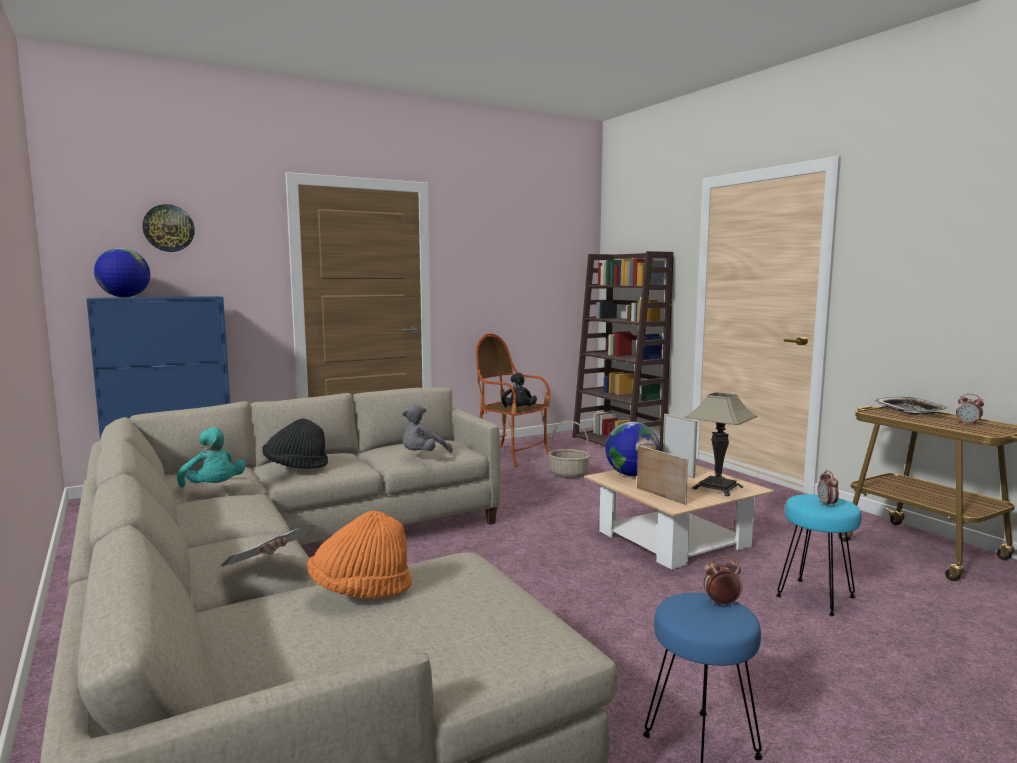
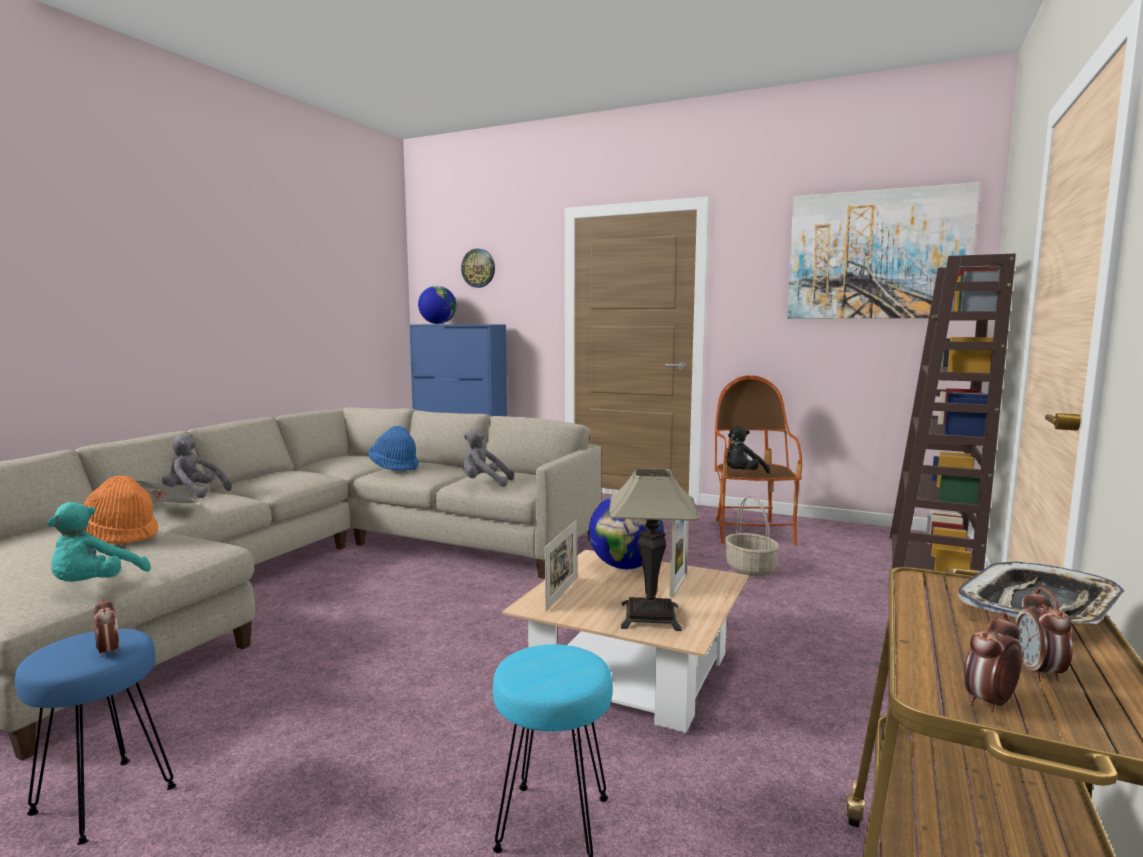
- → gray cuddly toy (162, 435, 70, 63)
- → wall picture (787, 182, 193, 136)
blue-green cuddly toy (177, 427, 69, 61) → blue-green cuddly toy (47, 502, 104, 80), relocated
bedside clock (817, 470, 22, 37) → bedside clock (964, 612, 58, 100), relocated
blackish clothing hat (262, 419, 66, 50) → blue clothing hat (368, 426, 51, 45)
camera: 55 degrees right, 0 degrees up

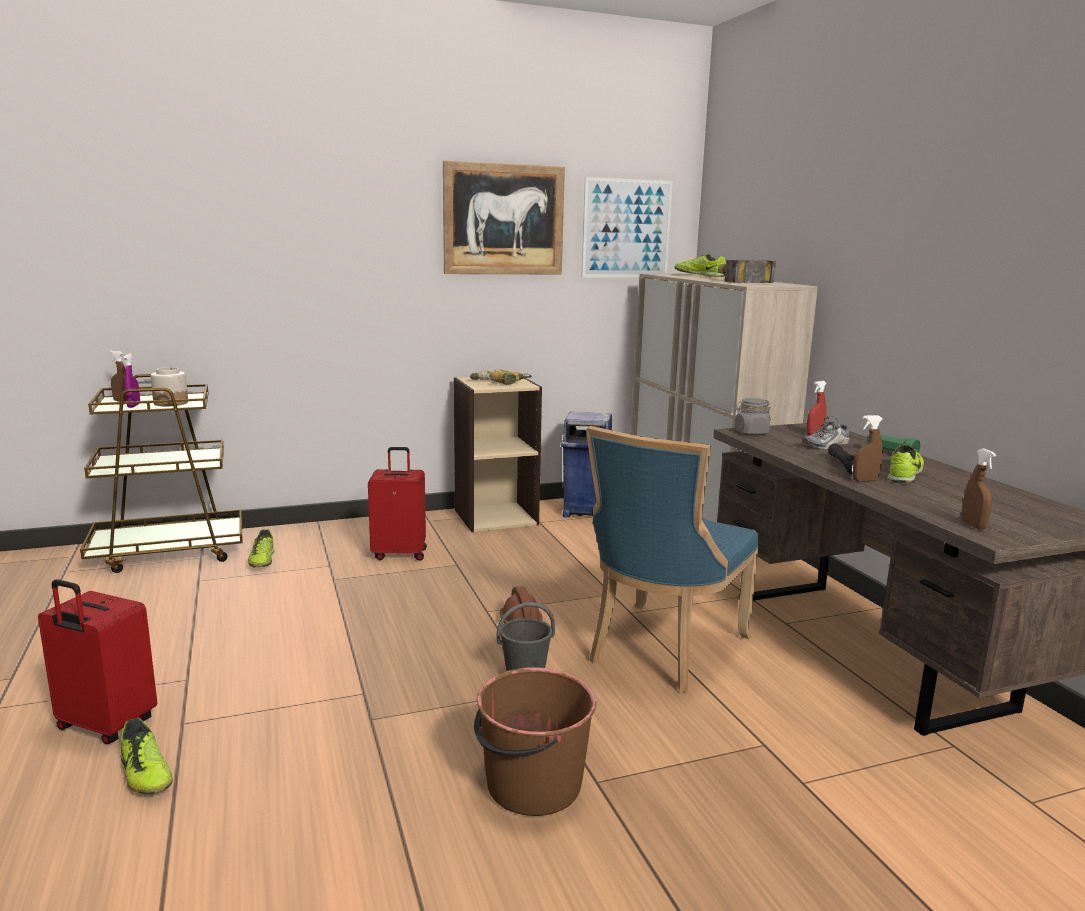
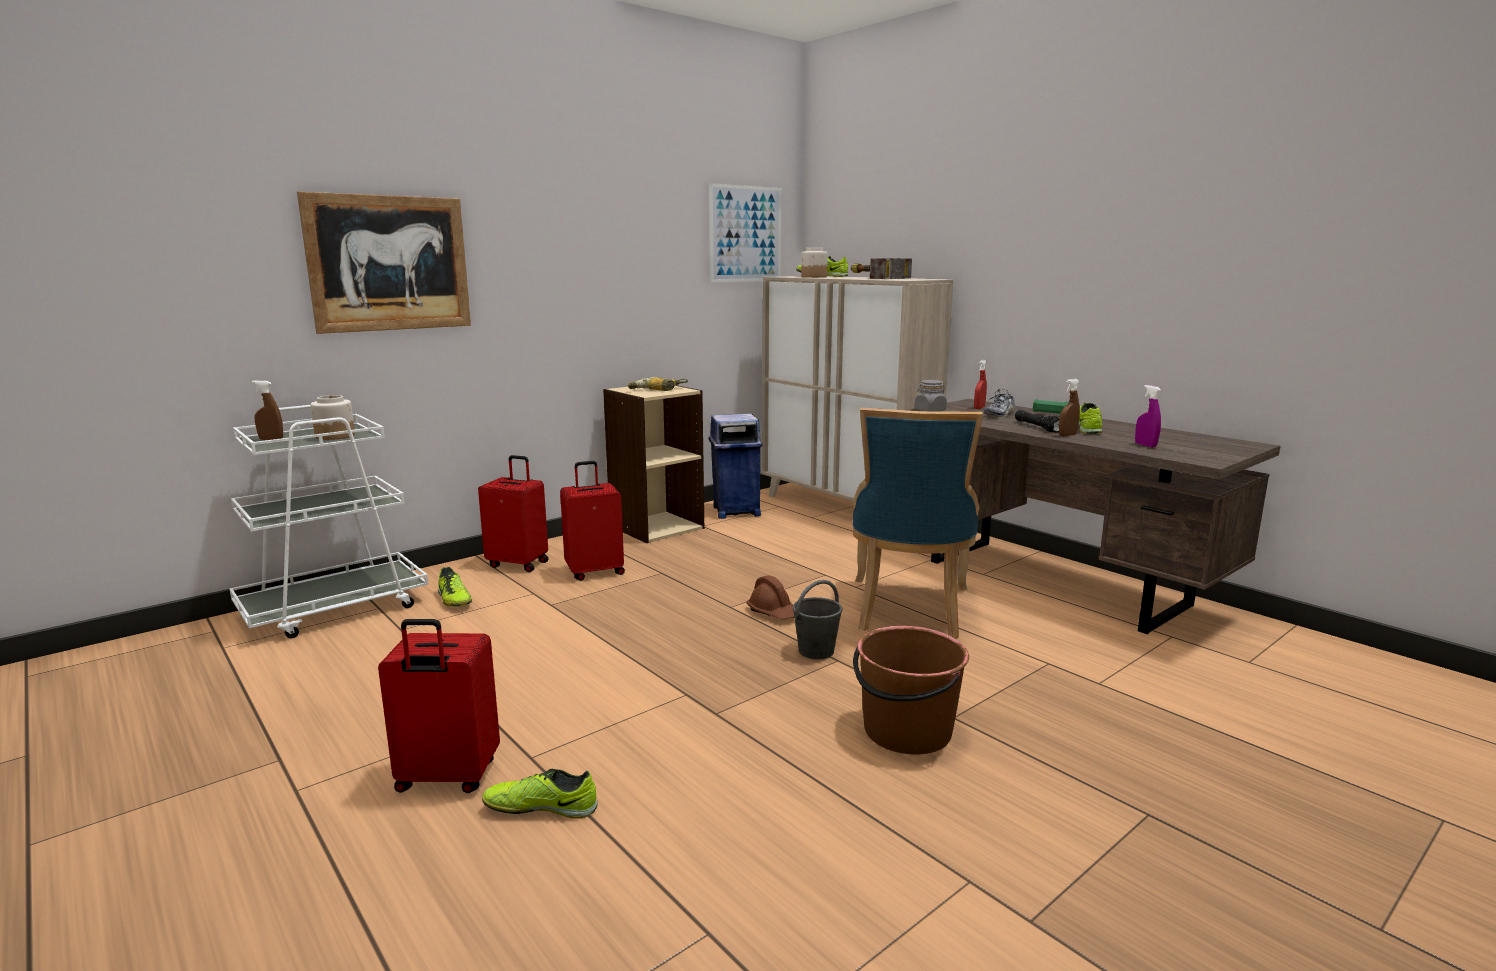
brownish hand sprayer (962, 448, 34, 81) → -
- → red-coloured suitcase (478, 455, 71, 117)
- → preserve jar (801, 248, 27, 30)
purple hand sprayer (124, 353, 16, 55) → purple hand sprayer (1135, 385, 26, 62), relocated
wall picture (443, 161, 122, 113) → wall picture (297, 191, 174, 143), relocated
brownish wheeled cart (80, 374, 162, 199) → white-coloured wheeled cart (229, 405, 199, 233)
item of footwear (121, 718, 52, 77) → item of footwear (482, 769, 115, 50), 150 degrees clockwise
camera: 20 degrees left, 0 degrees up

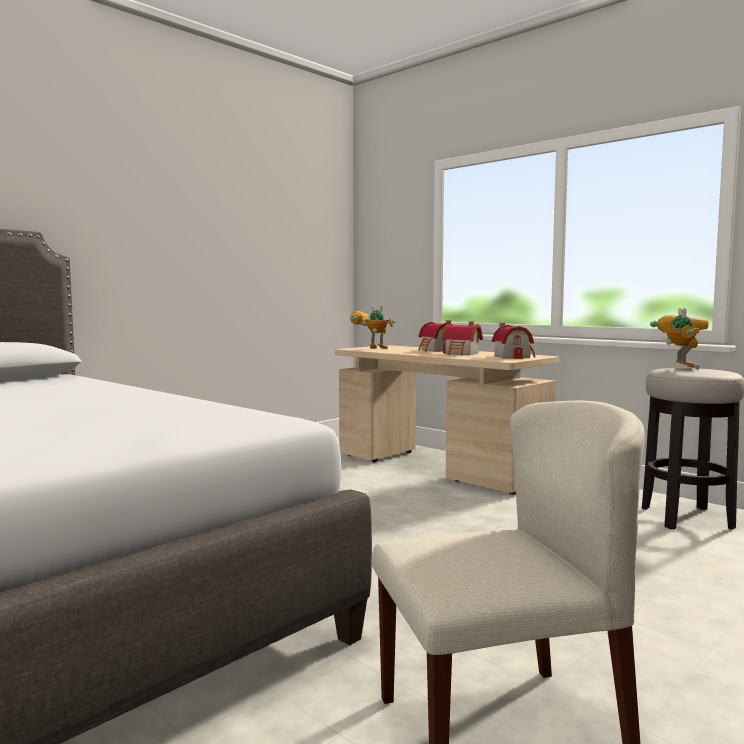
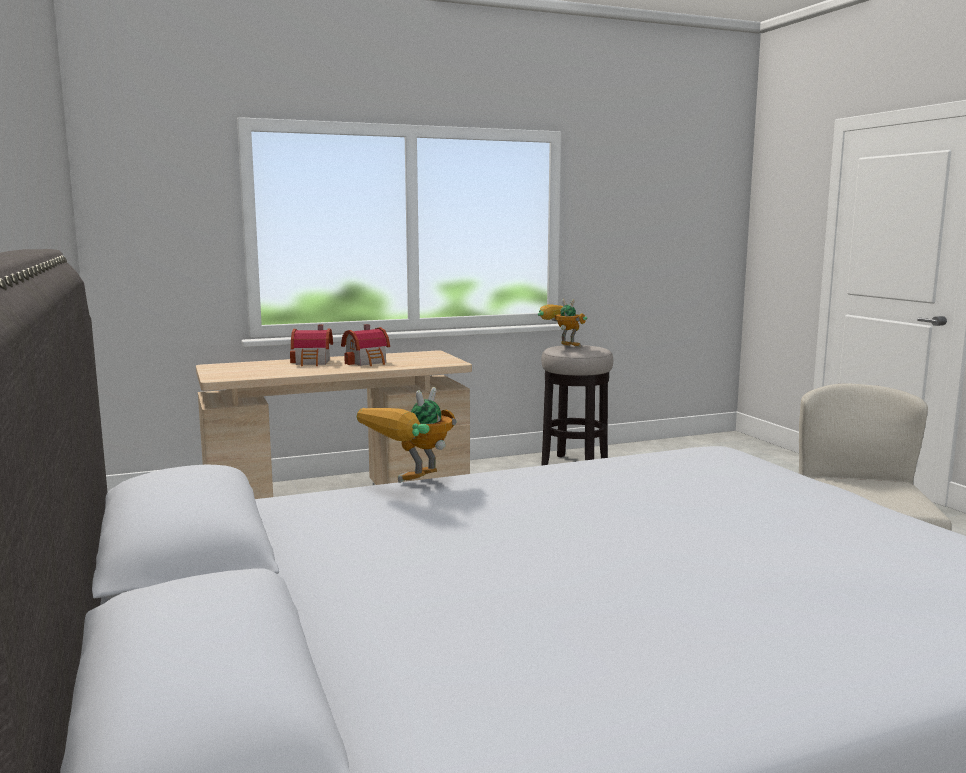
model house (492, 323, 44, 36) → -
model robot (350, 305, 46, 44) → model robot (357, 387, 100, 96), relocated
camera: 65 degrees left, 5 degrees up

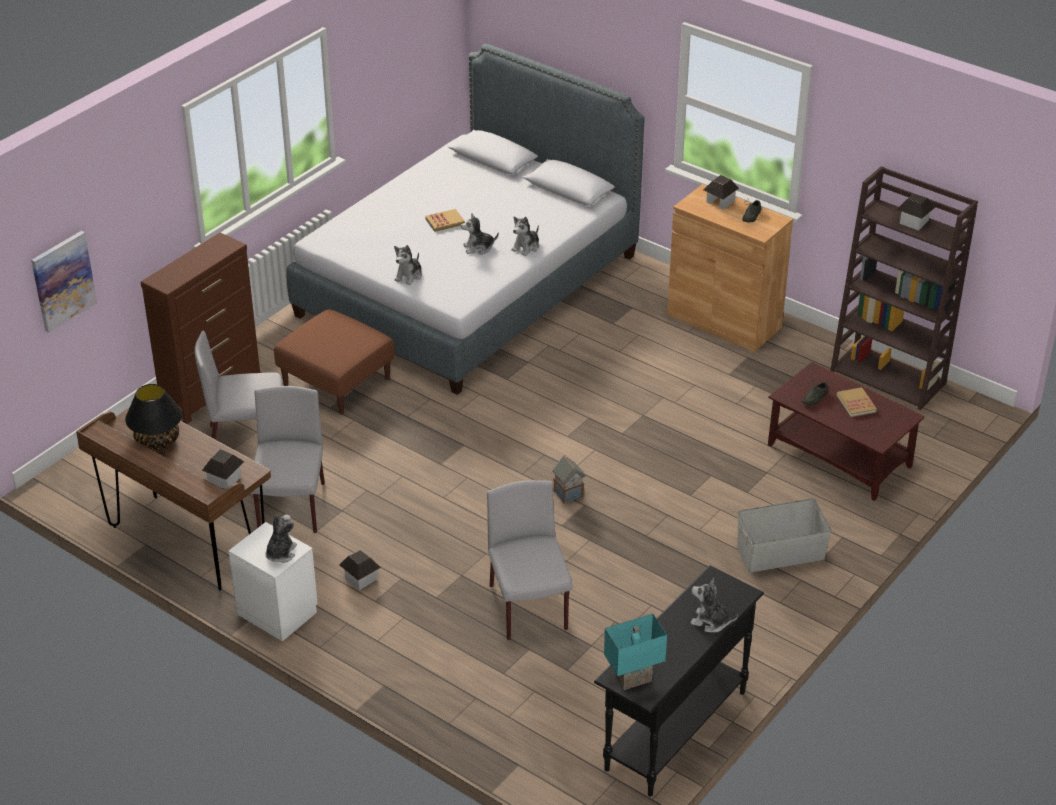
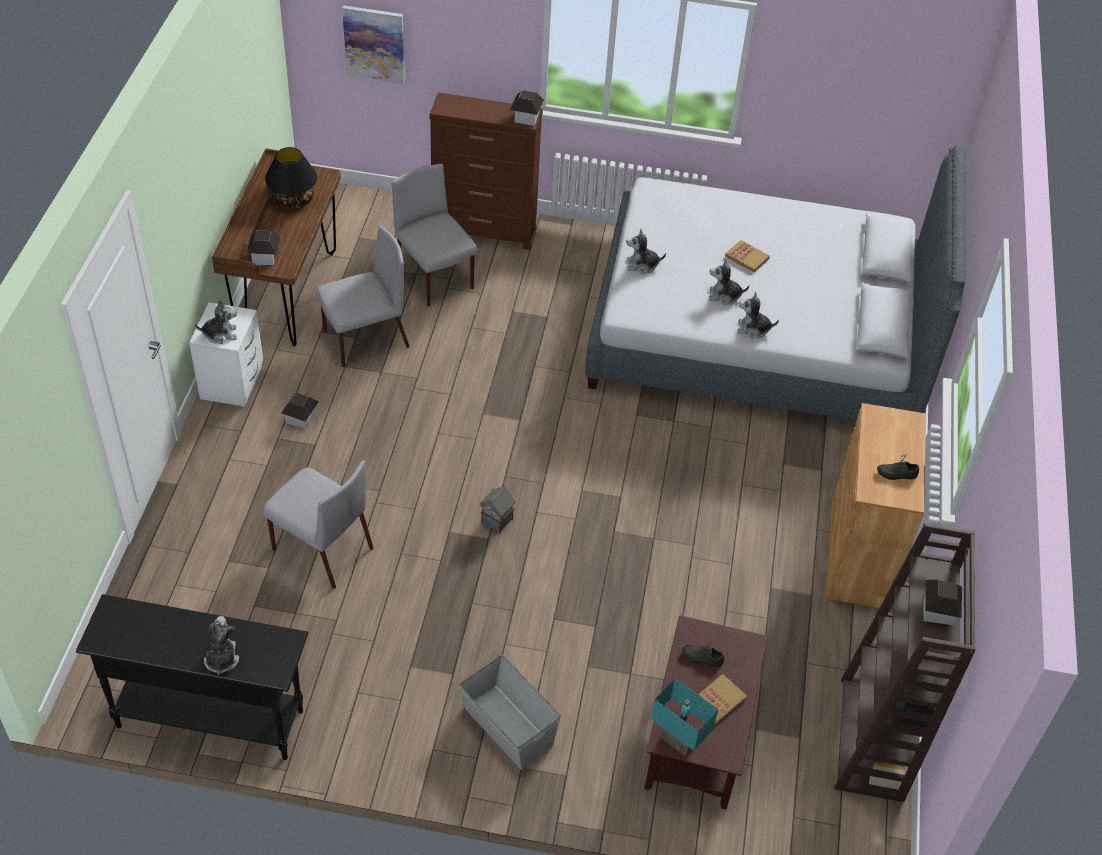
brownish footrest (274, 309, 121, 106) → -
blue-green table lamp (604, 613, 63, 77) → blue-green table lamp (651, 678, 67, 78), relocated
model house (703, 175, 36, 35) → model house (510, 90, 34, 36), relocated
cuddly toy (461, 213, 38, 42) → cuddly toy (709, 259, 40, 46), 45 degrees counterclockwise
gray chair (487, 480, 86, 160) → gray chair (262, 460, 112, 129), 75 degrees clockwise
camera: 60 degrees right, 10 degrees up

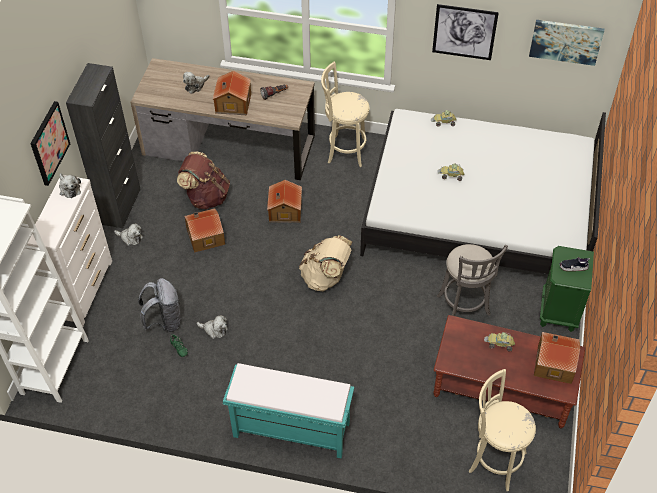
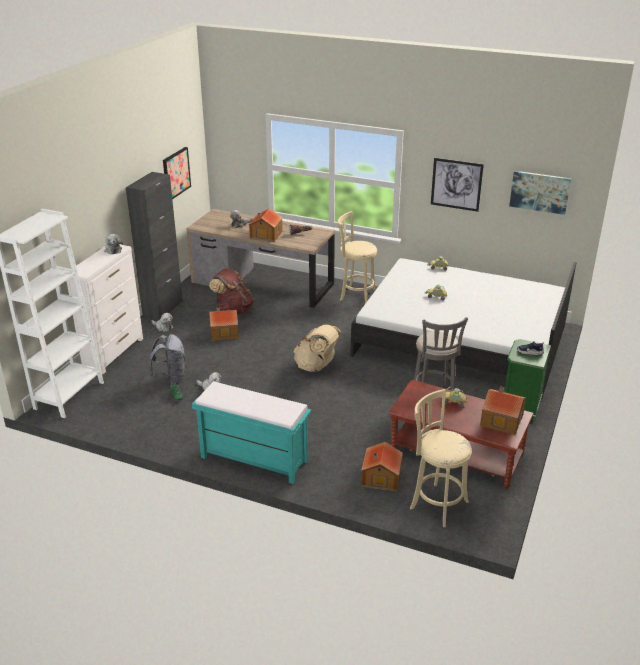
wall picture (30, 101, 40, 85) → wall picture (163, 147, 28, 52), relocated
model house (267, 180, 35, 43) → model house (361, 442, 42, 50), relocated
camera: 10 degrees right, 20 degrees down

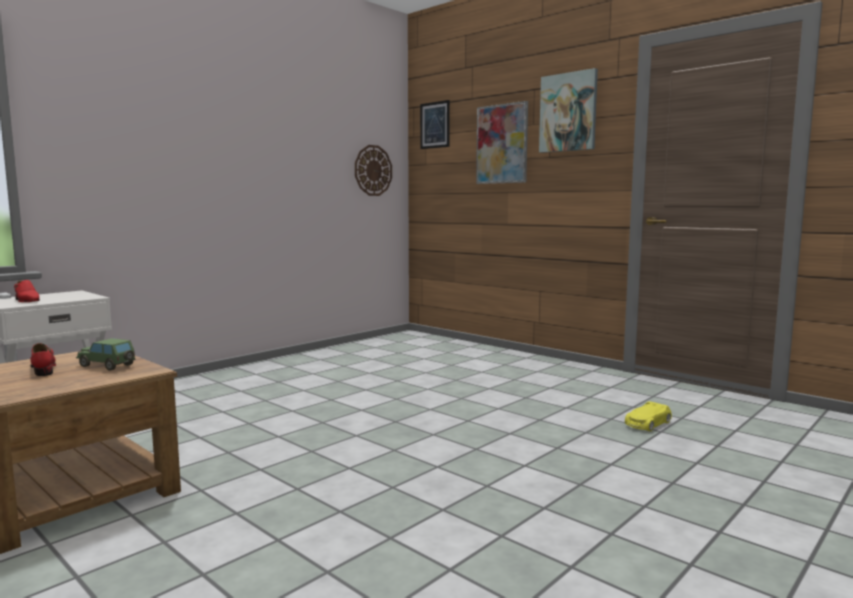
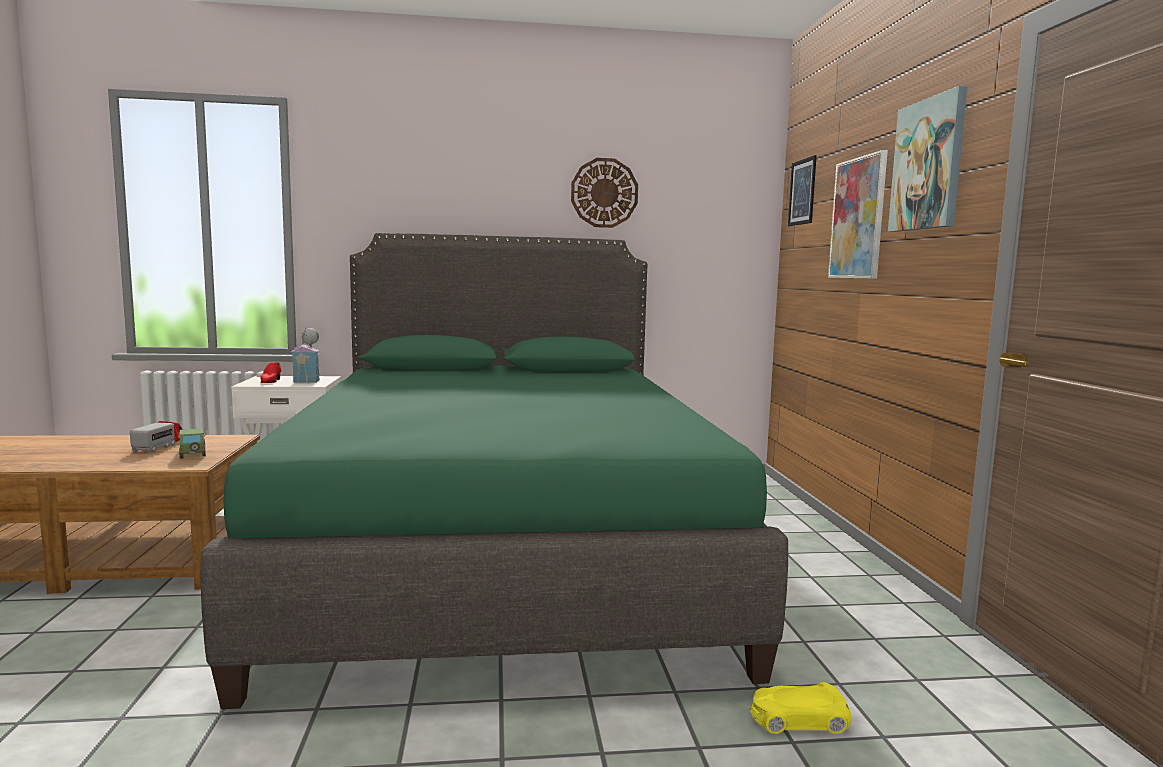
- → green-coloured bedroom bed (200, 233, 588, 476)
- → model house (291, 327, 30, 56)
wall clock (355, 145, 37, 51) → wall clock (571, 158, 67, 70), relocated
red-coloured item of footwear (30, 343, 26, 33) → toy lorry (130, 421, 53, 31)
camera: 40 degrees right, 0 degrees up

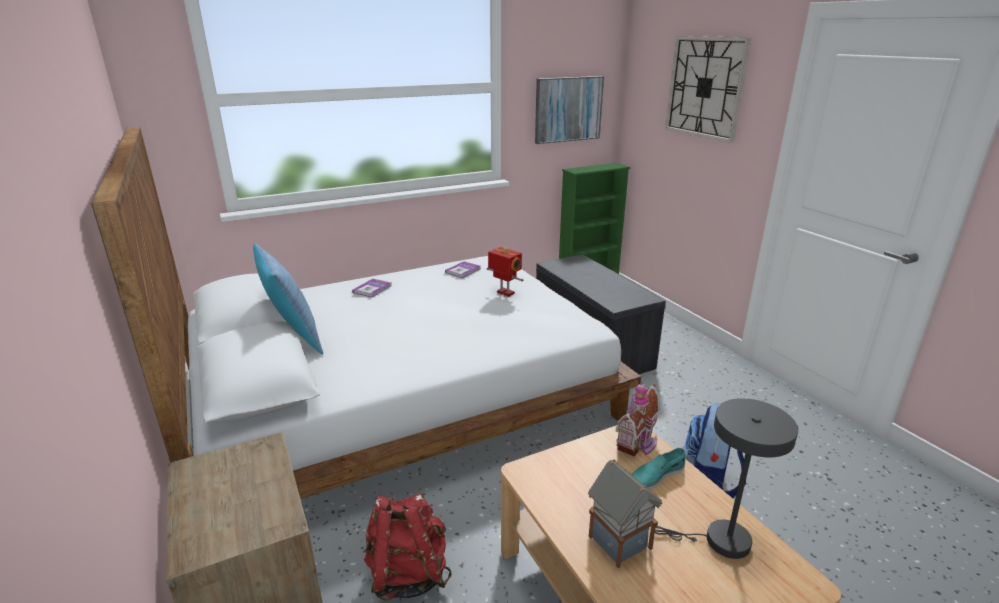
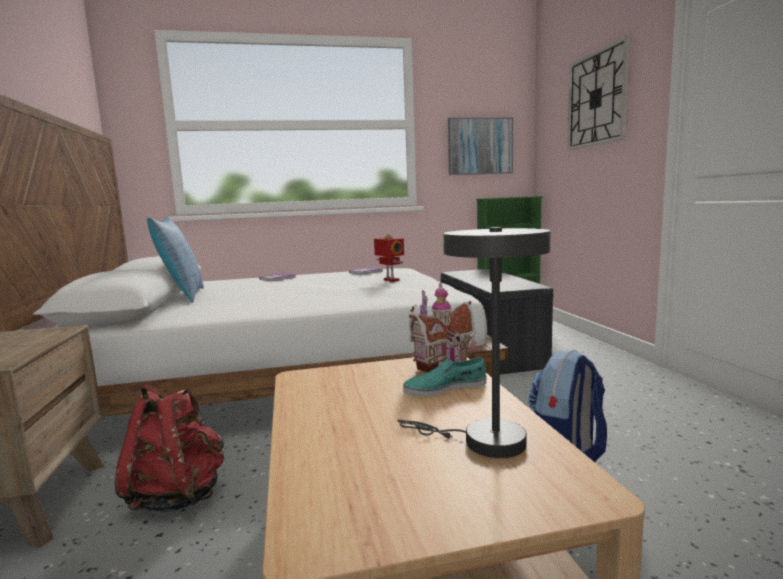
model house (588, 459, 74, 109) → -
camera: 15 degrees right, 15 degrees down

